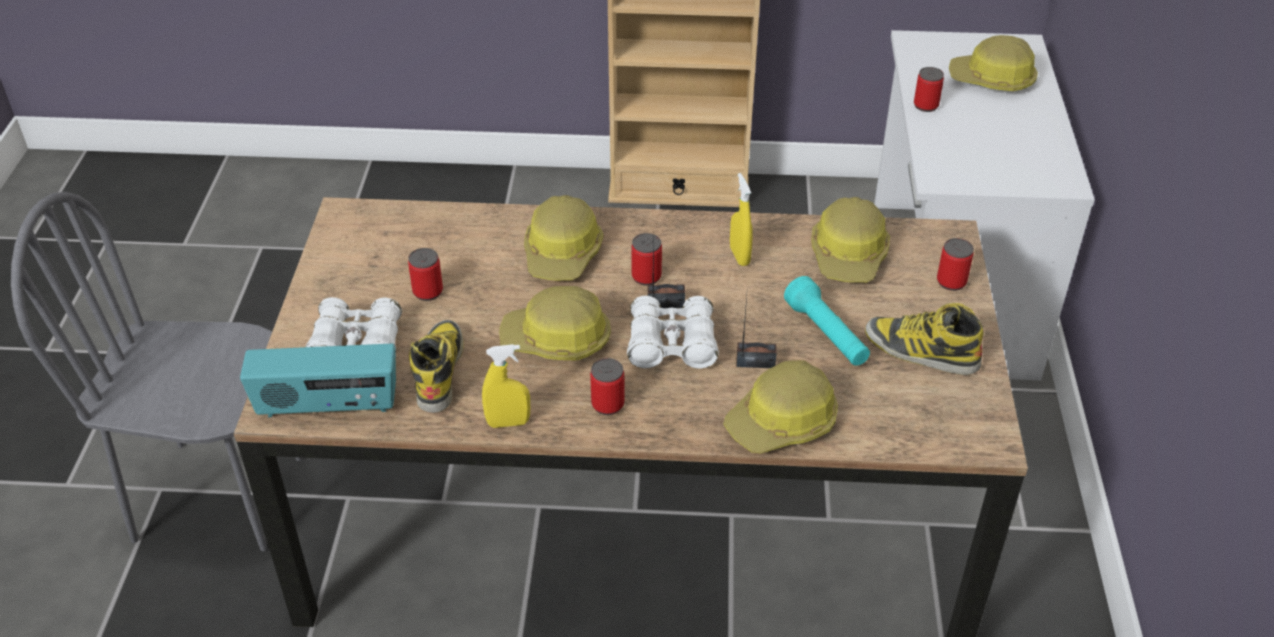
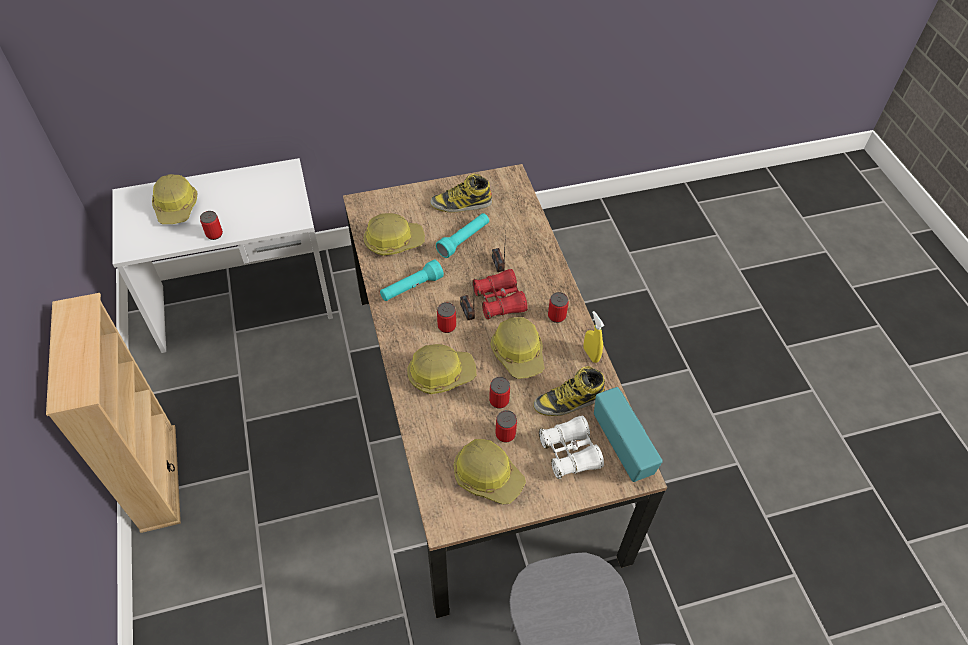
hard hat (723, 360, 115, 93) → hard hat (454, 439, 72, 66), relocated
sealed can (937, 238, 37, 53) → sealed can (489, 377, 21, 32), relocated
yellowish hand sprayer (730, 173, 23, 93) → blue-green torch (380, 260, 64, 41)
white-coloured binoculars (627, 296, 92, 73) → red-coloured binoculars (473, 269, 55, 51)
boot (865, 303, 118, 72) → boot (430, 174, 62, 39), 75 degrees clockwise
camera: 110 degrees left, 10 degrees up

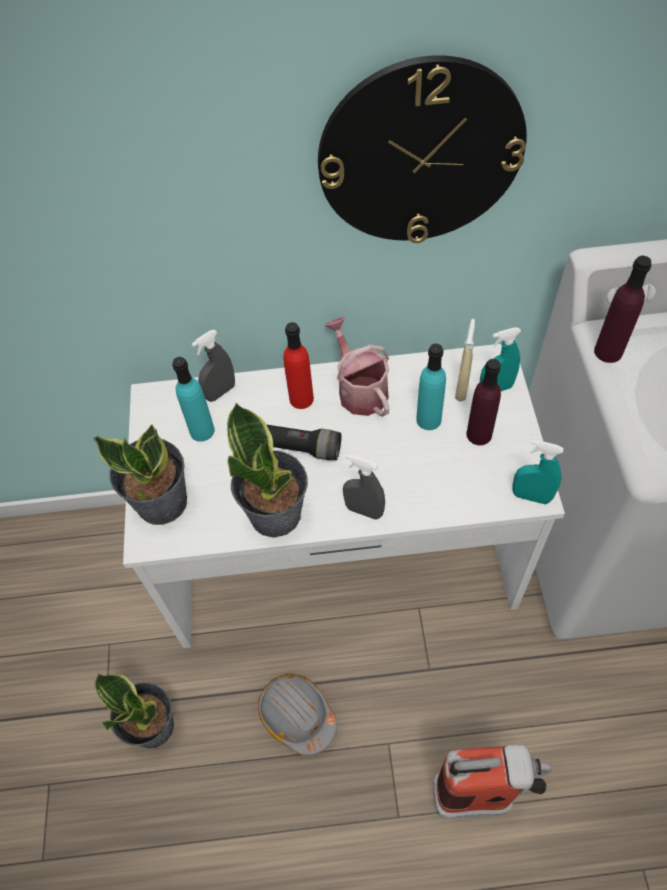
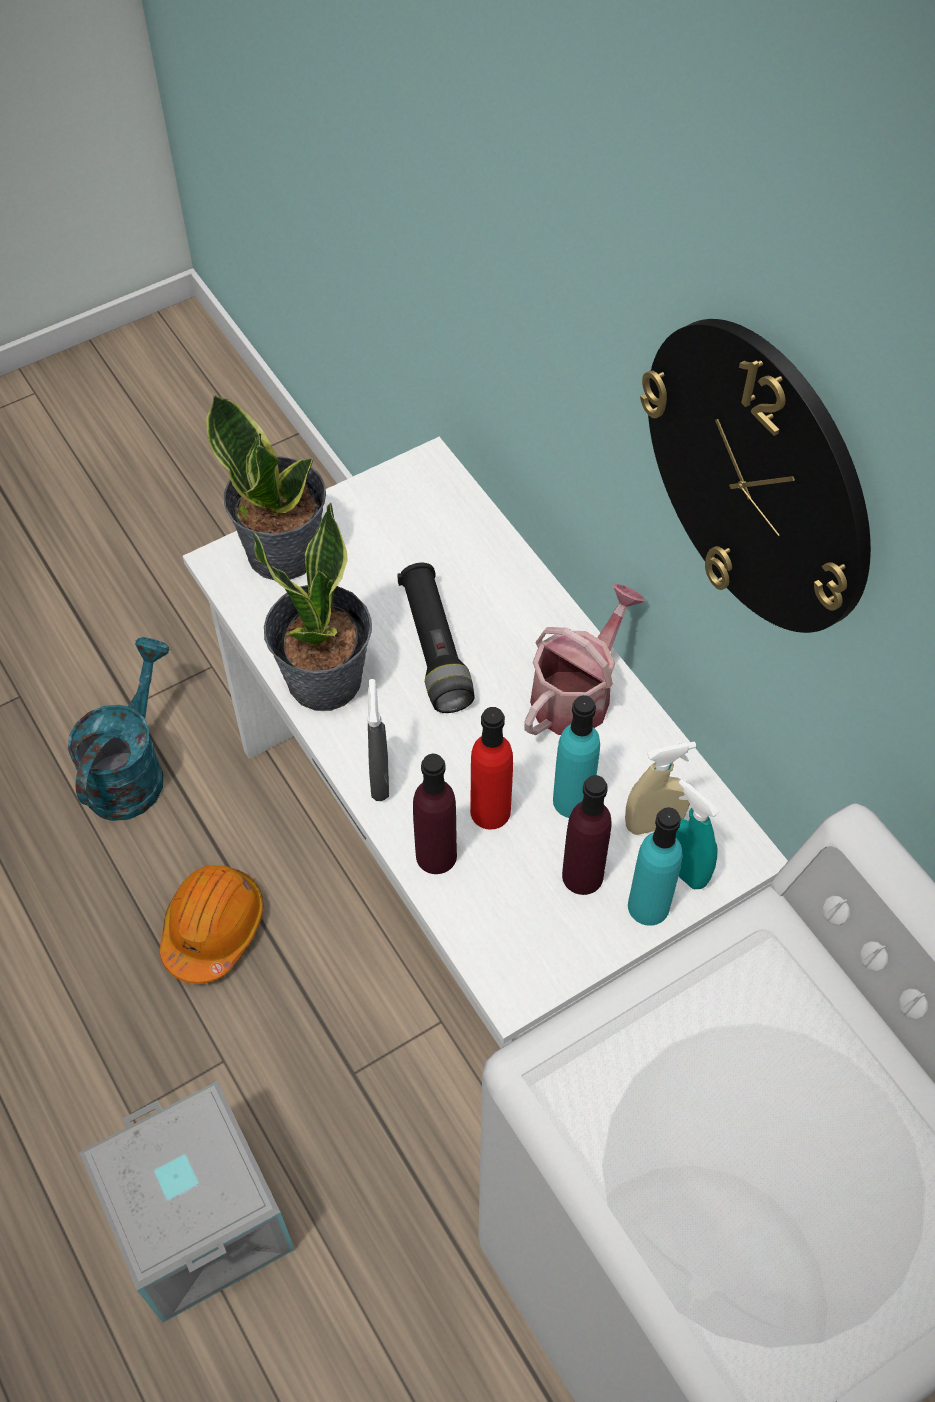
gray hand sprayer (192, 330, 43, 72) → -
blue-green hand sprayer (512, 439, 52, 65) → -
blue-green bottle (172, 357, 43, 85) → blue-green bottle (628, 807, 54, 119), relocated
red-coloured bottle (283, 322, 31, 87) → red-coloured bottle (470, 707, 43, 123), relocated
purple bottle (594, 256, 58, 107) → purple bottle (413, 754, 44, 120), relocated
potted plant (95, 674, 79, 74) → blue-green watering can (68, 637, 102, 184)
extinguisher (433, 744, 119, 75) → gray storage box (79, 1081, 216, 242)
gray hard hat (258, 674, 79, 82) → orange-coloured hard hat (160, 865, 104, 119)
camera: 60 degrees right, 0 degrees up

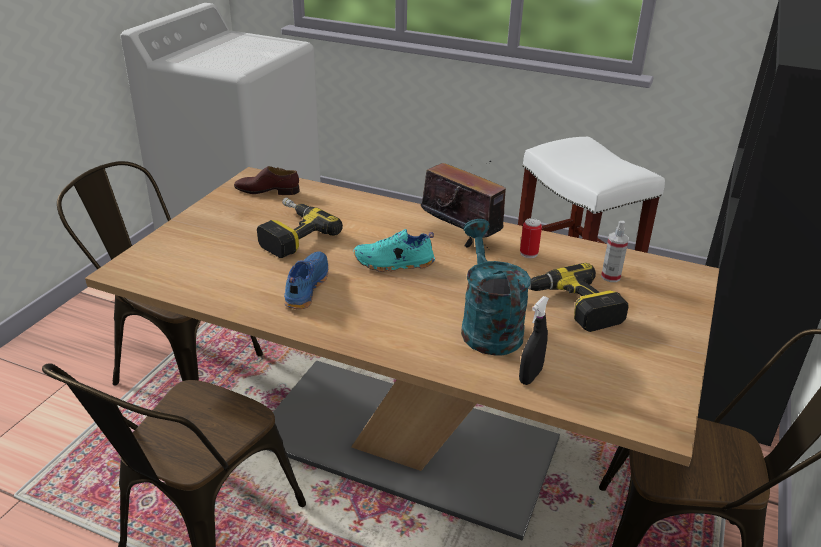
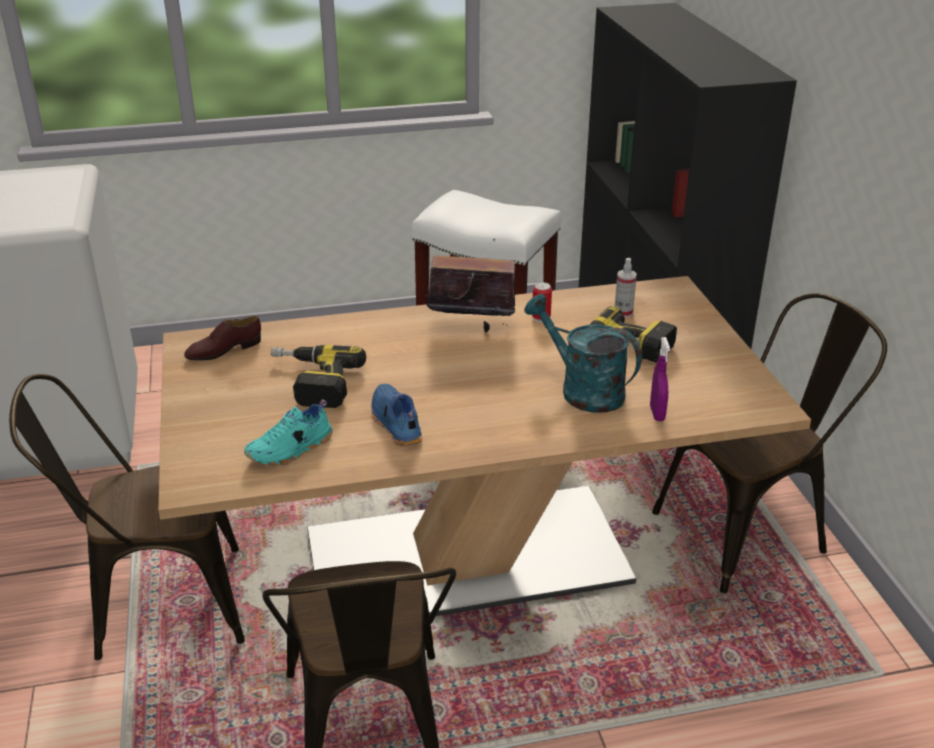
blue-green item of footwear (354, 229, 81, 43) → blue-green item of footwear (244, 399, 88, 67), relocated
blackish hand sprayer (519, 296, 30, 89) → purple hand sprayer (650, 337, 20, 84)
camera: 35 degrees left, 0 degrees up

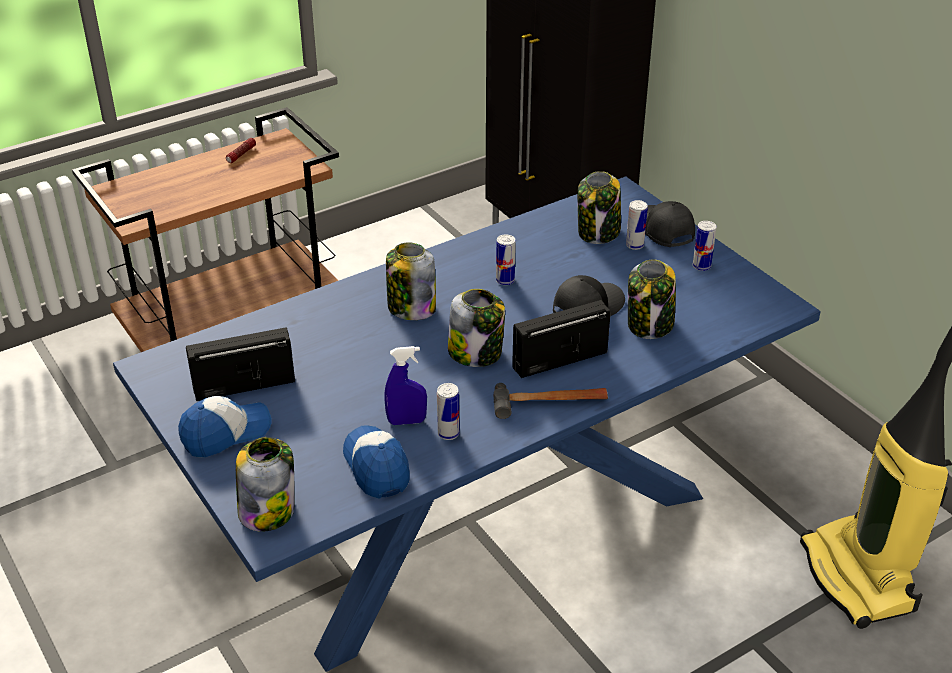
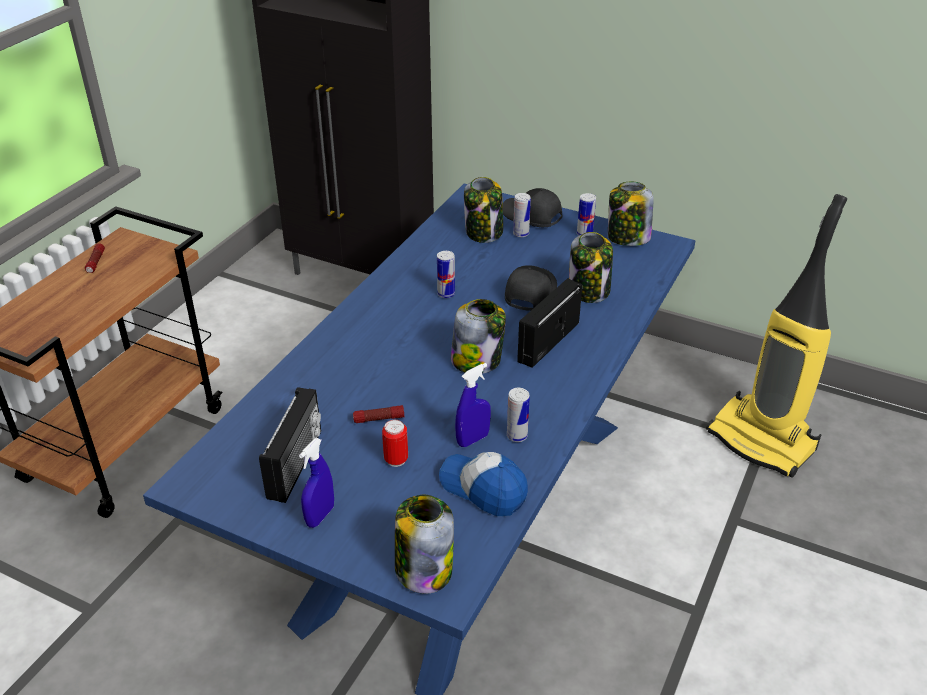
hammer (494, 383, 114, 36) → -
- → torch (353, 405, 51, 18)
- → sealed can (382, 420, 26, 47)
preserve jar (386, 243, 50, 77) → preserve jar (608, 182, 45, 64), relocated
cap (178, 396, 93, 62) → blue hand sprayer (299, 438, 35, 90)
radio set (186, 327, 109, 74) → radio set (259, 387, 62, 116), 150 degrees clockwise
camera: 30 degrees left, 0 degrees up

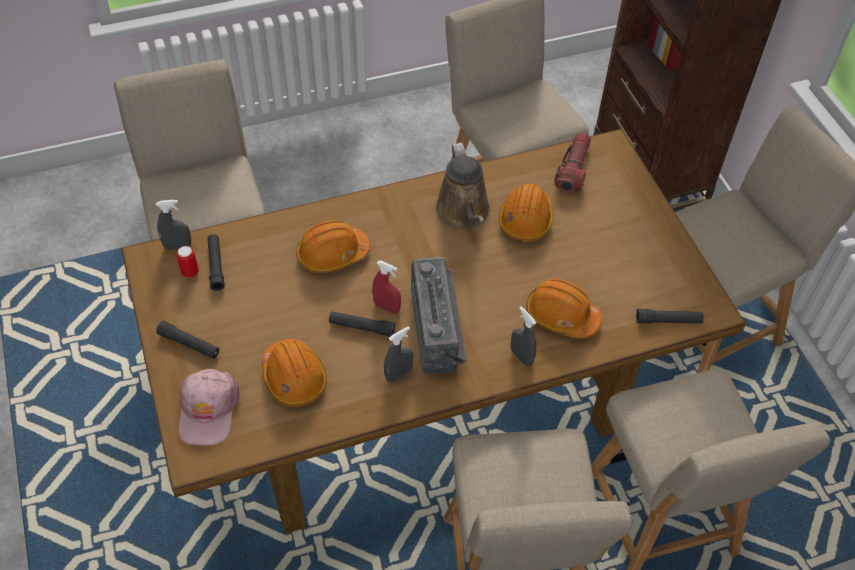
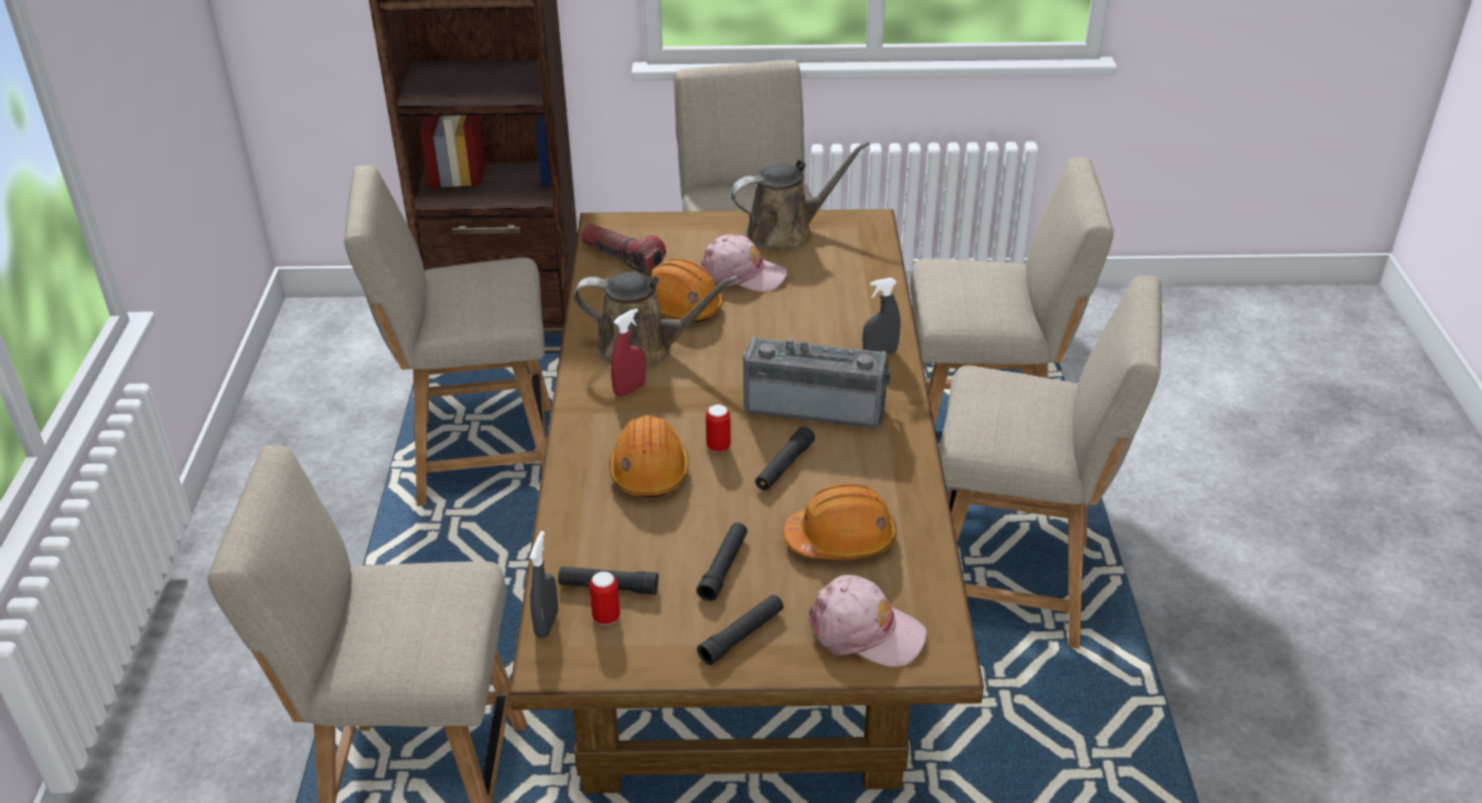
gray hand sprayer (384, 326, 29, 56) → -
orange-coloured hard hat (526, 278, 76, 61) → -
- → pink-coloured cap (700, 235, 88, 57)
- → sealed can (706, 404, 25, 48)
- → brownish watering can (731, 141, 138, 110)
red-coloured hand sprayer (372, 261, 29, 53) → red-coloured hand sprayer (611, 308, 35, 89), relocated
blackish torch (636, 309, 68, 15) → blackish torch (696, 522, 51, 79), relocated
camera: 70 degrees left, 15 degrees down

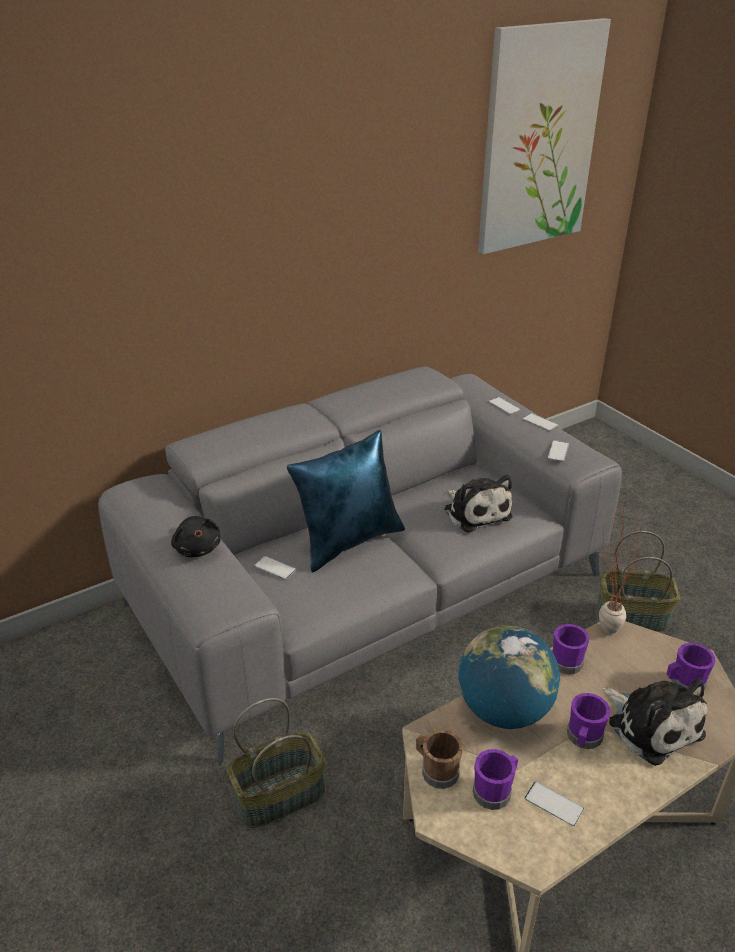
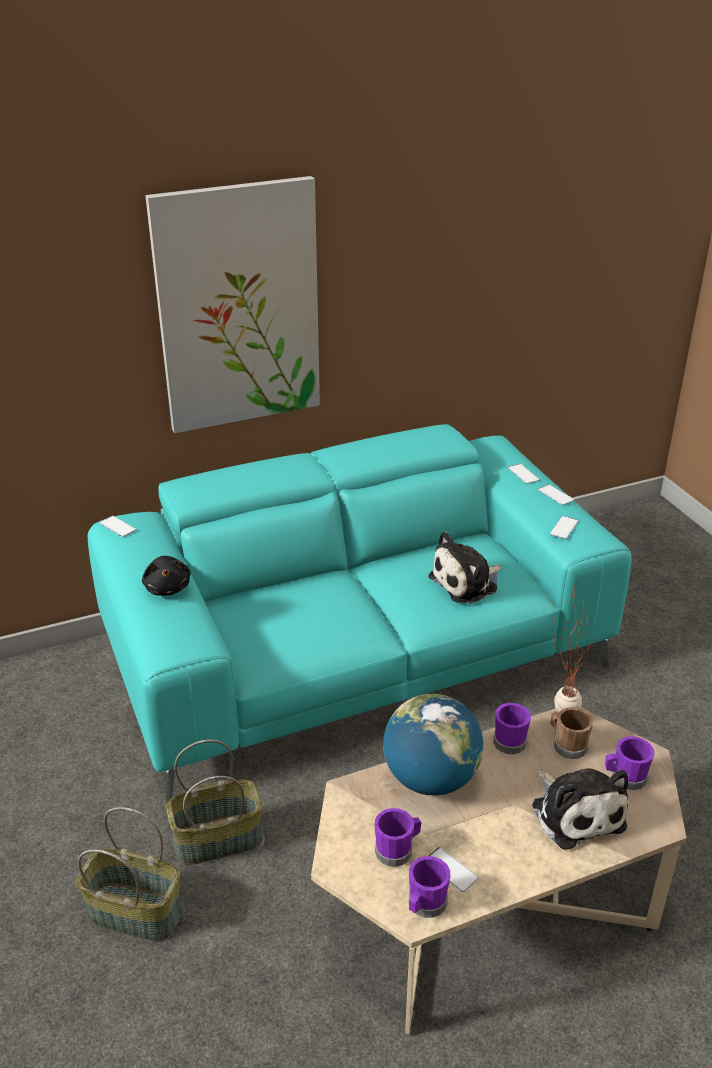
blue cushion (287, 430, 118, 142) → -
telephone (254, 556, 42, 24) → telephone (100, 516, 36, 21), relocated
brownish mug (416, 730, 47, 59) → brownish mug (551, 707, 42, 52), relocated
wall picture (478, 18, 133, 236) → wall picture (145, 176, 175, 257), relocated
purple mug (567, 693, 43, 56) → purple mug (409, 856, 41, 62), relocated
household basket (596, 531, 84, 100) → household basket (76, 807, 107, 134), relocated
gray settee (98, 366, 524, 400) → blue-green settee (88, 424, 543, 380)
cuddly toy (445, 475, 68, 58) → cuddly toy (428, 532, 74, 72), 75 degrees clockwise
camera: 10 degrees right, 0 degrees up

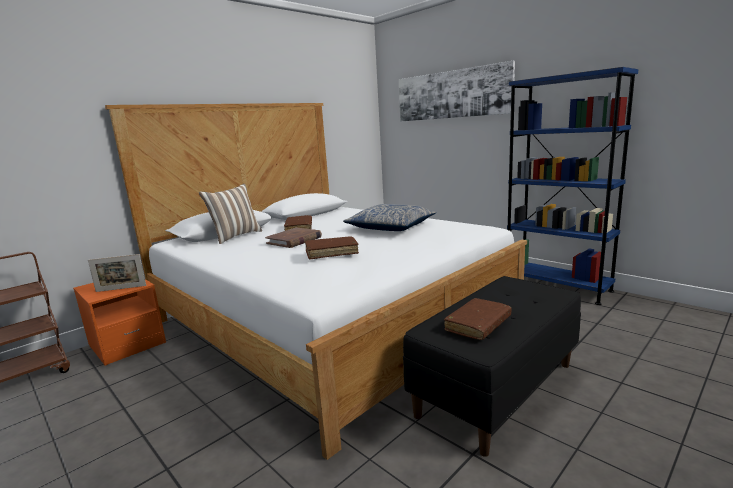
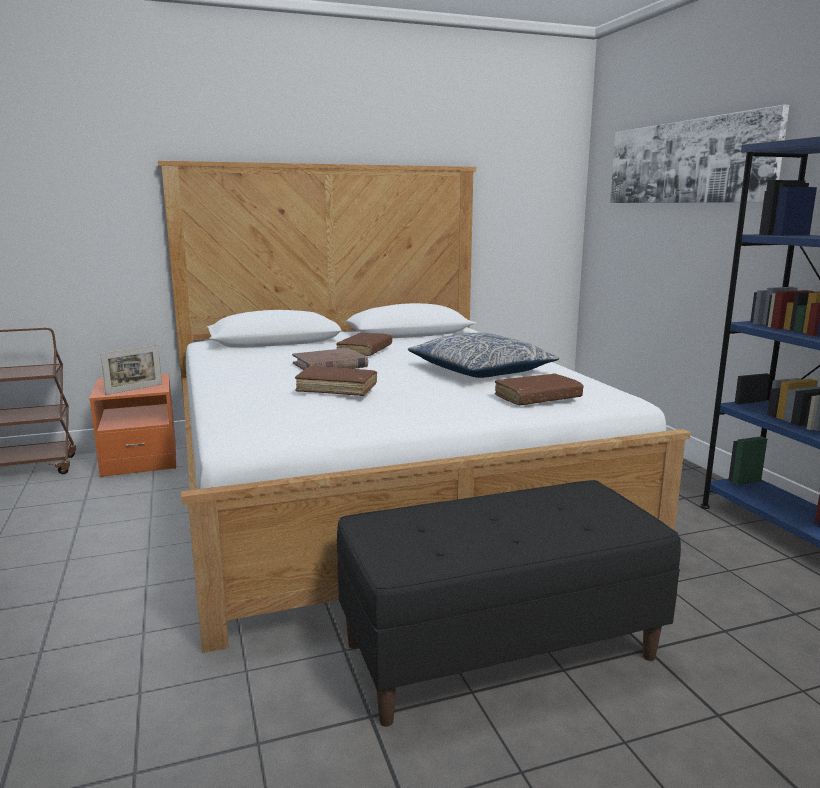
cushion (199, 184, 63, 60) → -
brownish book (444, 298, 67, 42) → brownish book (495, 373, 89, 32), relocated
standing frame (88, 254, 58, 38) → standing frame (100, 345, 62, 50), 60 degrees counterclockwise
camera: 25 degrees right, 0 degrees up

